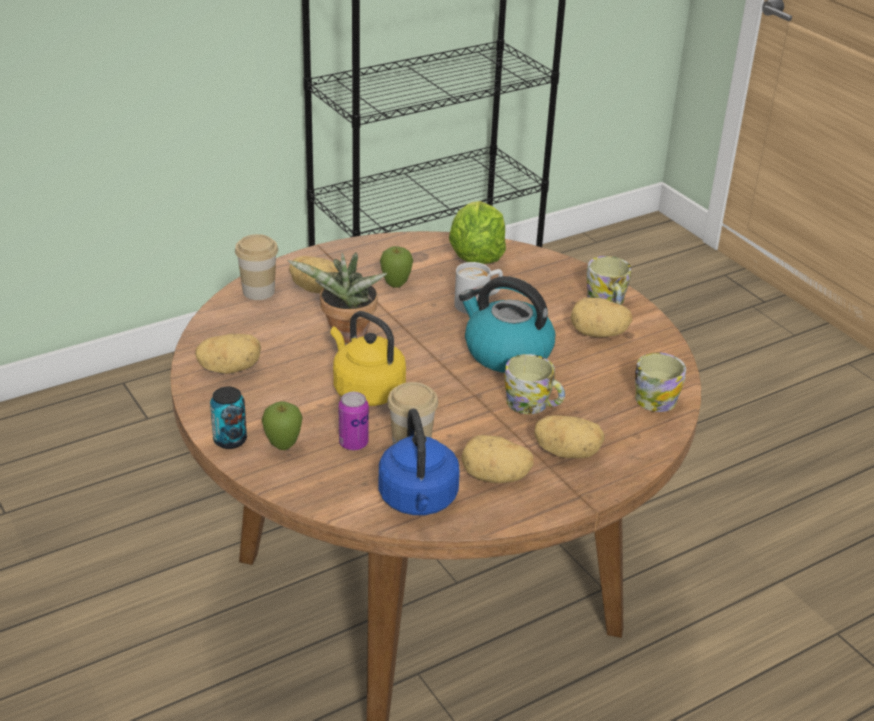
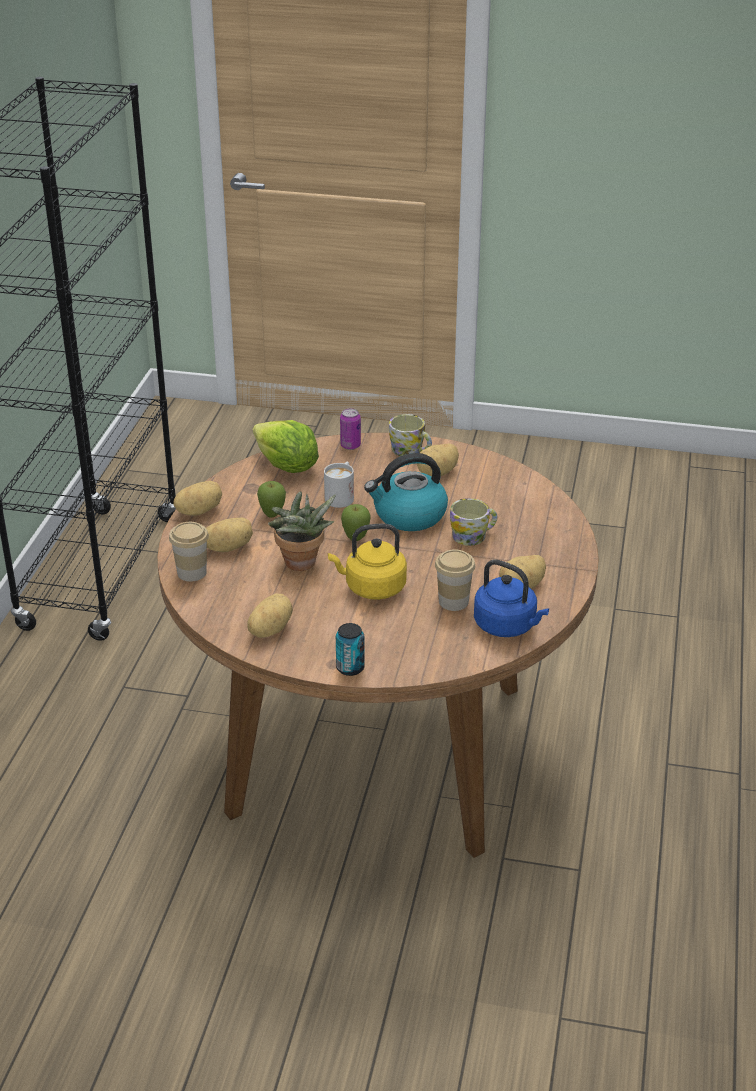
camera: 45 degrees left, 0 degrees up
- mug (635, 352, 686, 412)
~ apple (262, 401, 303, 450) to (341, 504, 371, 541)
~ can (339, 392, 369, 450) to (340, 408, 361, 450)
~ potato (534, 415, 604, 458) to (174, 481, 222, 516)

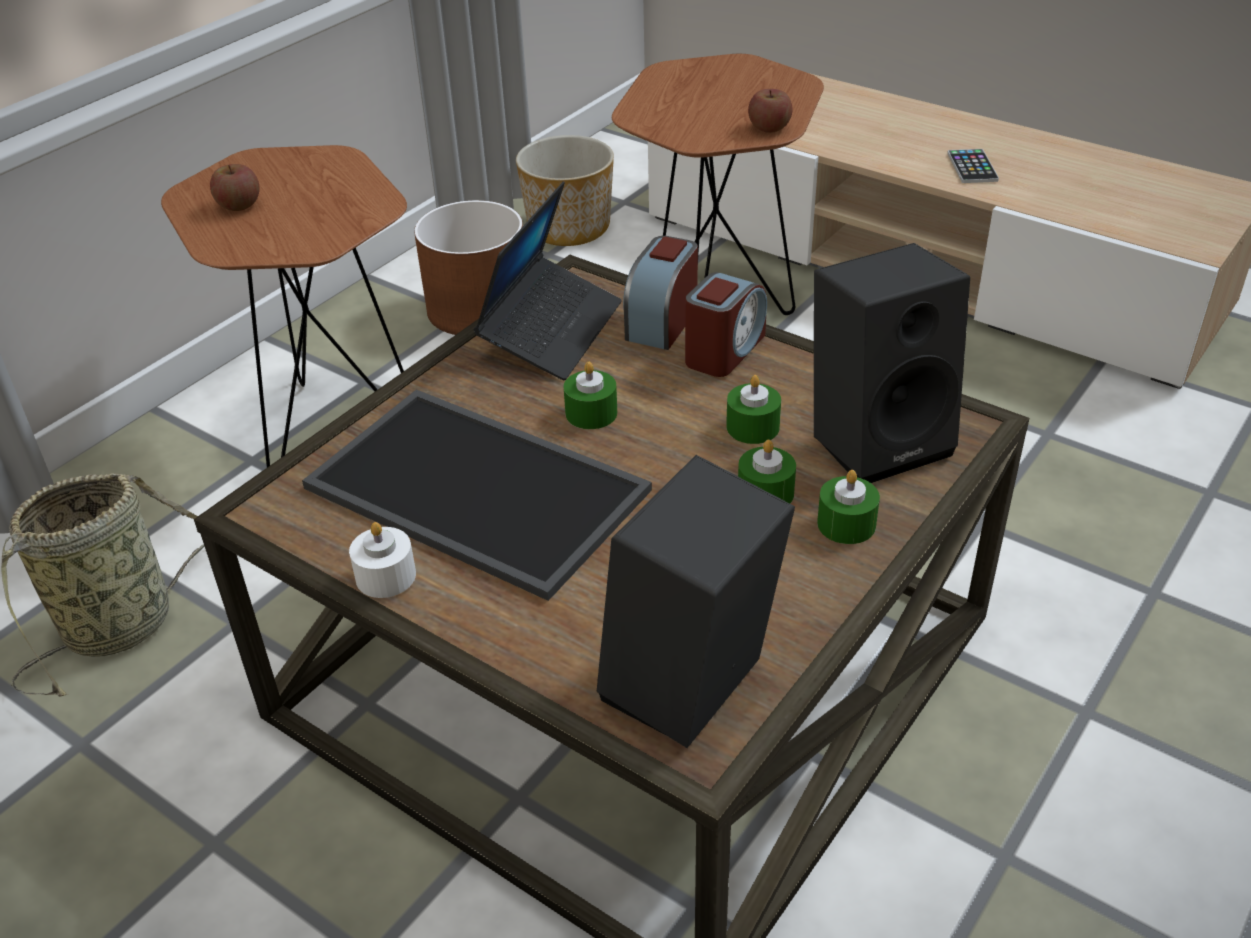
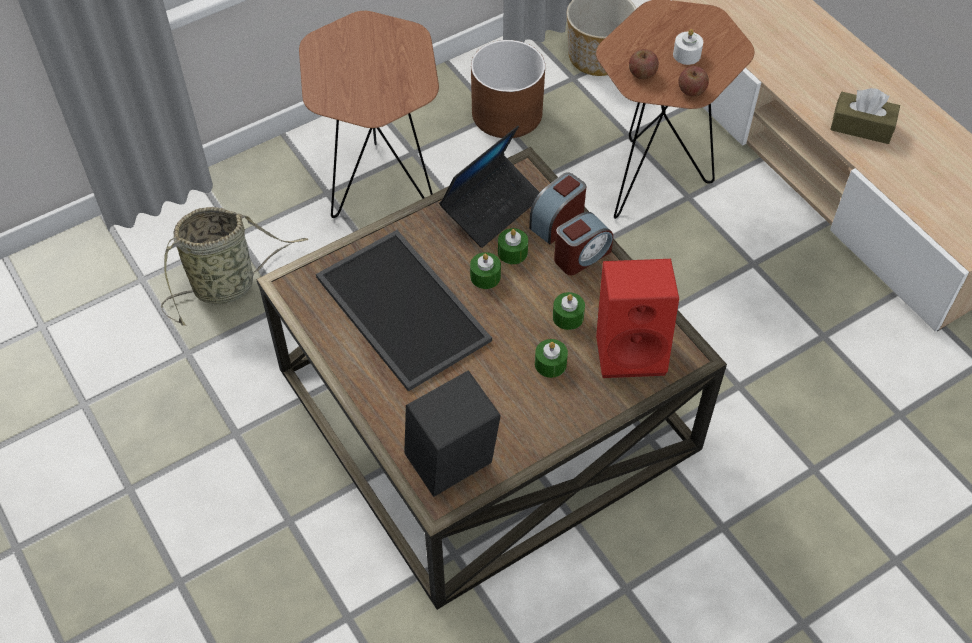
camera: 20 degrees right, 15 degrees up
~ apple (210, 164, 260, 211) to (629, 49, 659, 79)
~ white candle (349, 522, 416, 598) to (673, 29, 703, 65)
~ green candle (817, 470, 880, 544) to (498, 228, 528, 264)
~ phone (947, 149, 999, 183) to brown tissue box (830, 88, 900, 144)
~ black speaker (814, 243, 970, 483) to red speaker (596, 259, 679, 378)

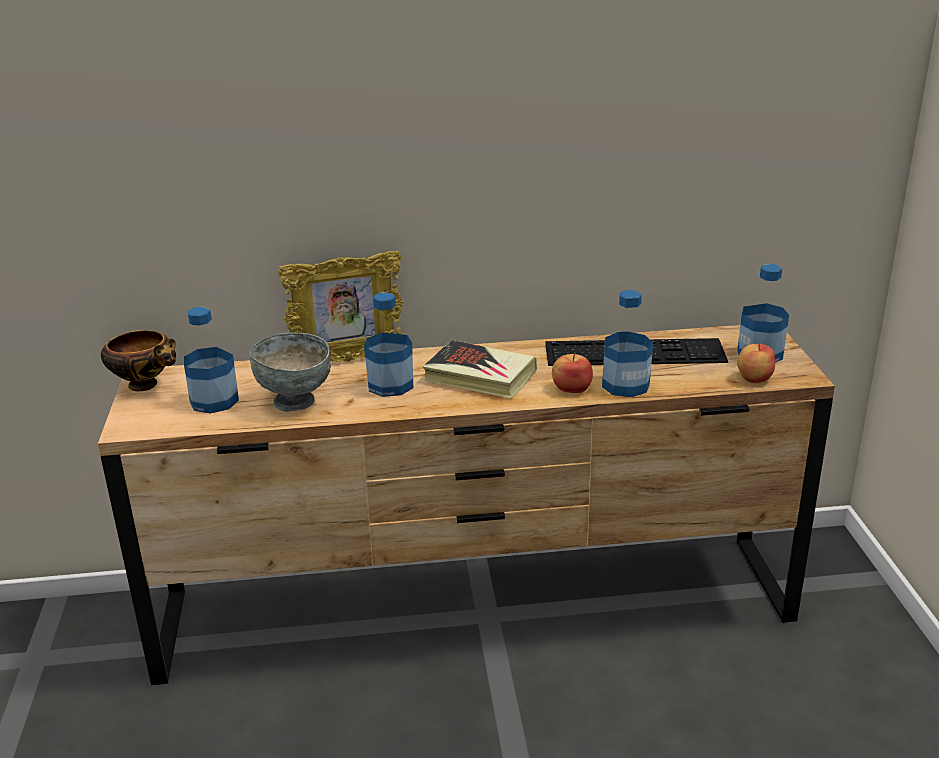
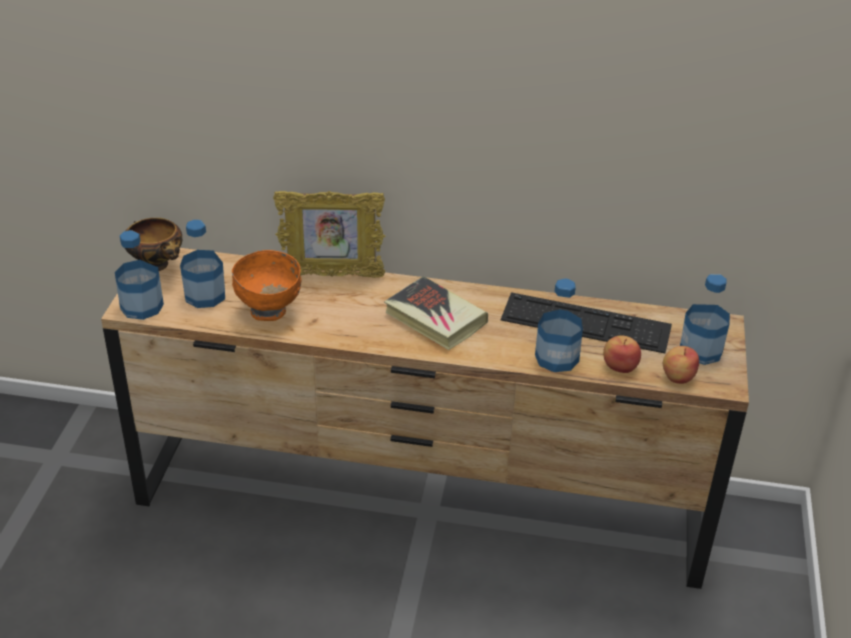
camera: 15 degrees right, 10 degrees up
~ bottle (364, 292, 413, 397) to (115, 230, 164, 320)
~ apple (552, 354, 593, 393) to (603, 335, 641, 373)
~ grey bowl (250, 332, 331, 412) to orange bowl (232, 250, 302, 321)

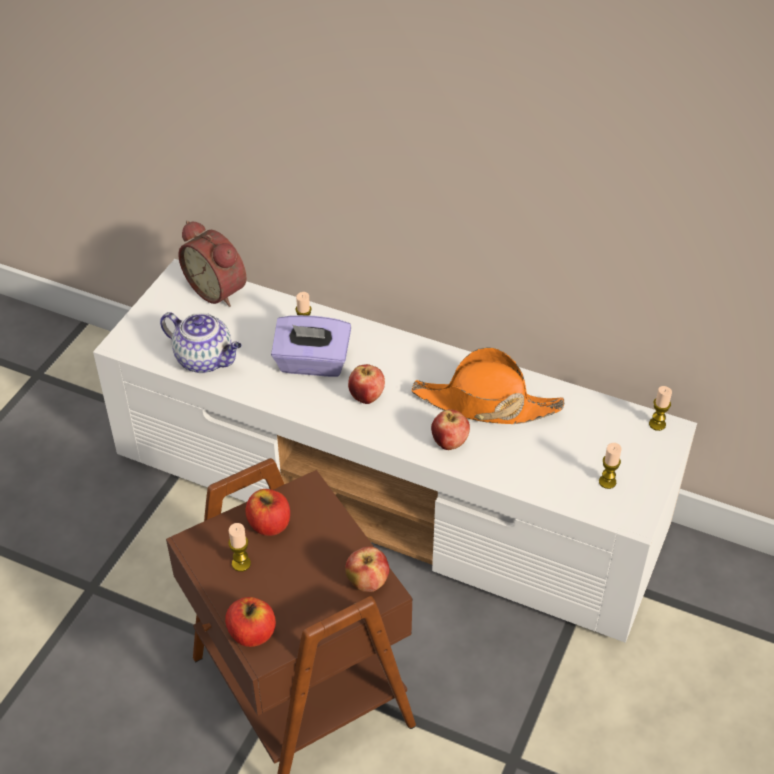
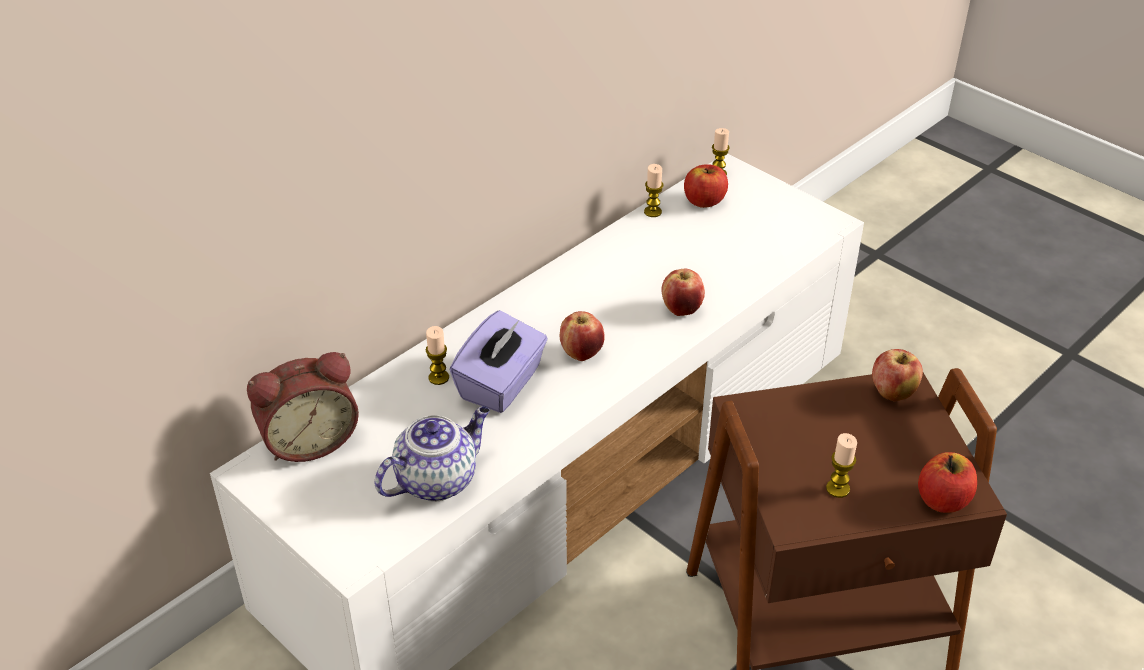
camera: 70 degrees left, 5 degrees down
- orange hat (412, 347, 564, 424)
~ apple (245, 489, 290, 536) to (684, 165, 728, 208)
~ candle (599, 443, 621, 489) to (644, 164, 663, 217)

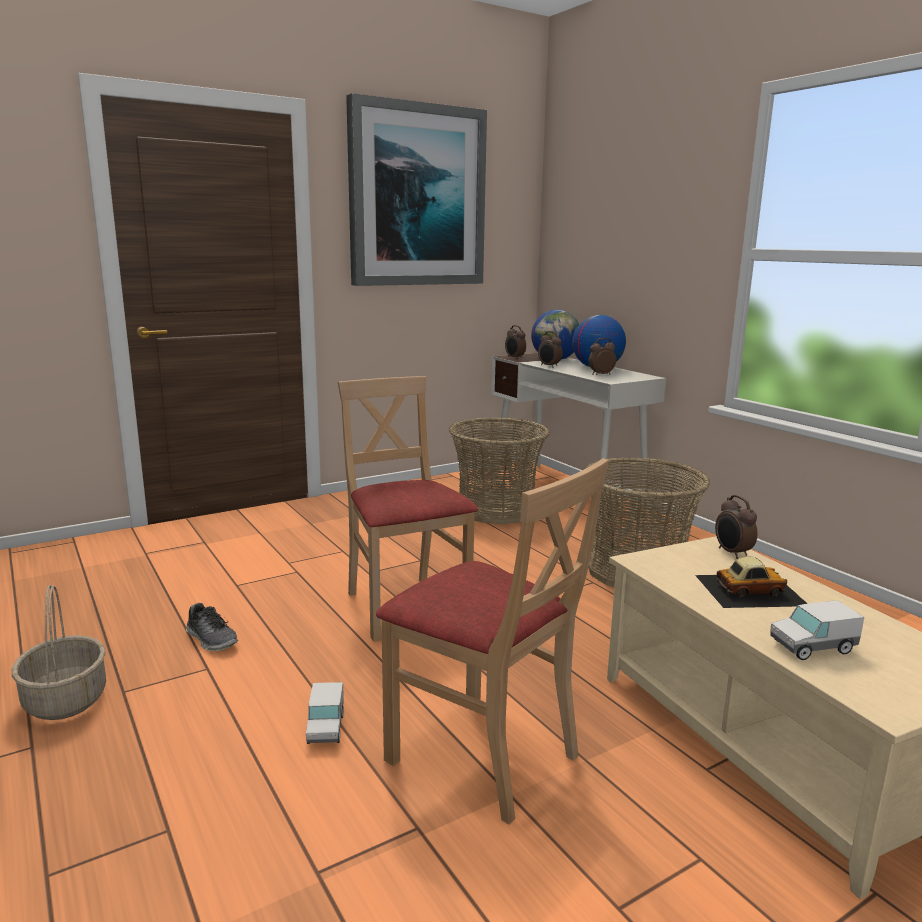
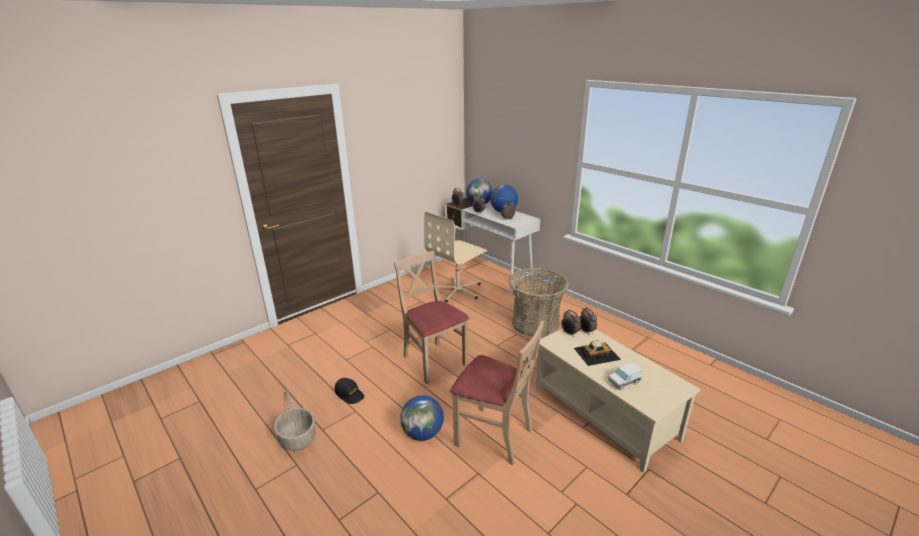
camera: 10 degrees left, 10 degrees up
- picture (346, 93, 487, 286)
+ alarm clock (561, 310, 581, 337)
~ shoe (186, 603, 238, 651) to black cap (335, 378, 364, 404)
~ toy truck (306, 682, 344, 744) to globe (400, 395, 444, 441)
~ basket (449, 417, 550, 524) to beige office chair (424, 212, 487, 302)

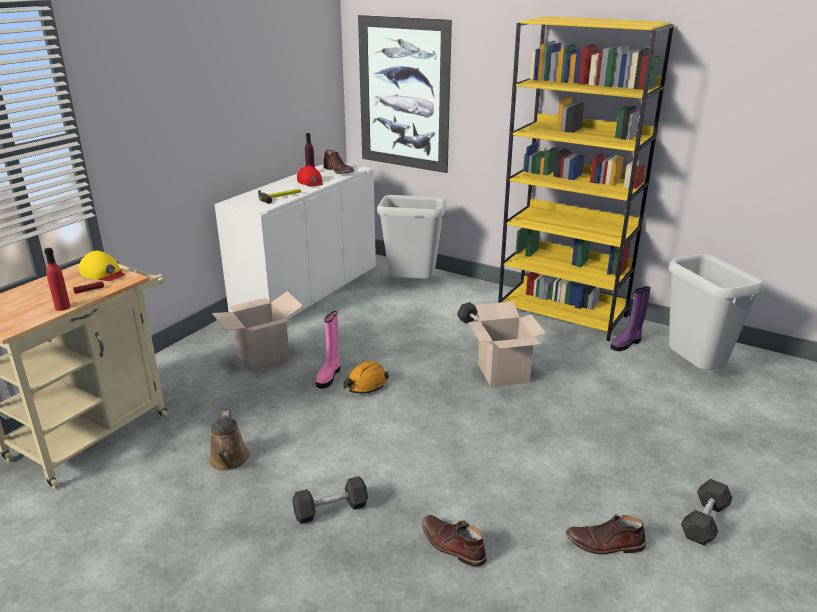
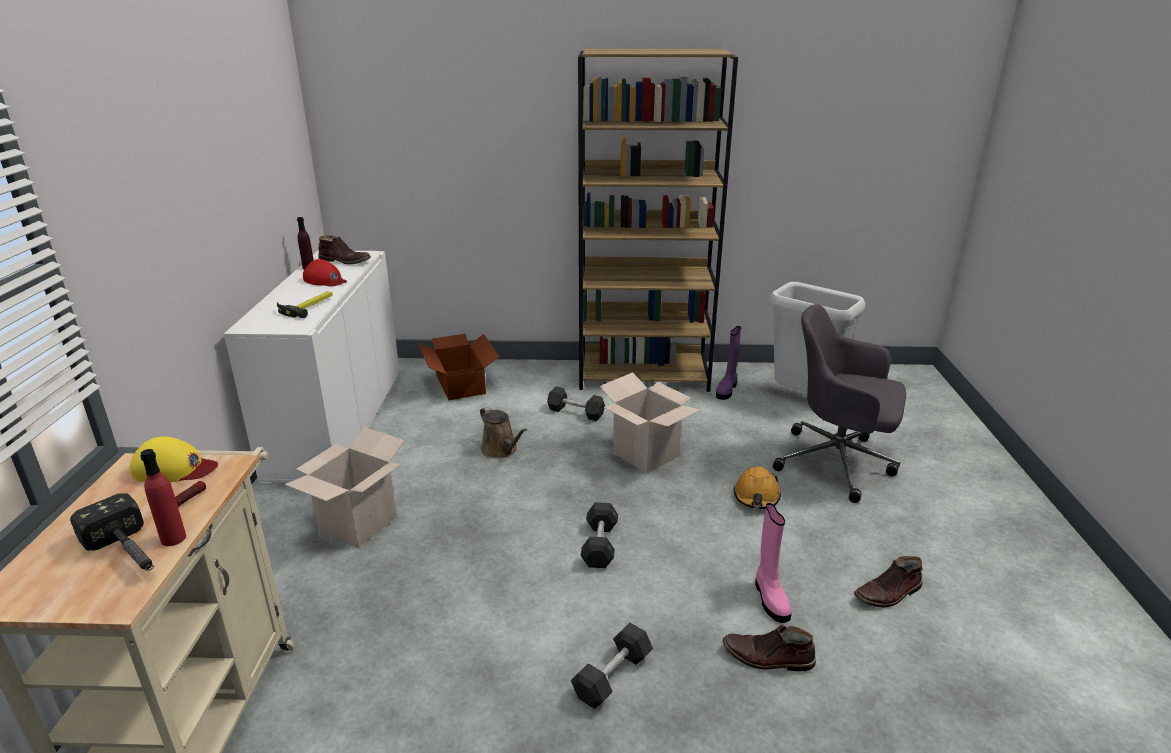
camera: 30 degrees left, 0 degrees up
- picture (358, 15, 452, 173)
+ hammer (70, 493, 154, 571)
+ grey office chair (773, 304, 906, 503)
~ brown watering can (209, 411, 249, 470) to (480, 406, 527, 458)
~ pink boot (316, 311, 340, 389) to (755, 503, 792, 623)
~ orange hard hat (343, 361, 389, 394) to (733, 466, 781, 509)
~ grey dumbbell (681, 479, 733, 546) to (580, 502, 618, 568)
~ grey trash can (377, 195, 447, 279) to cardboard box (418, 334, 499, 400)
~ yellow bookcase (498, 16, 674, 341) to brown bookcase (578, 49, 738, 392)

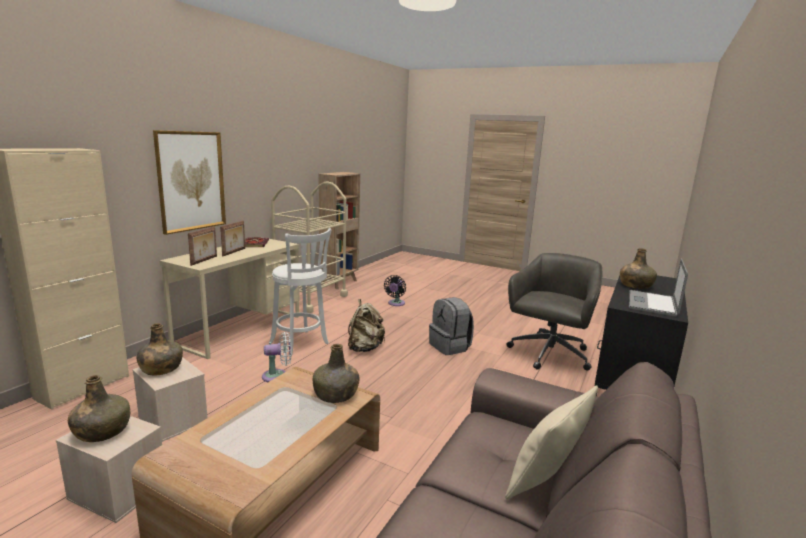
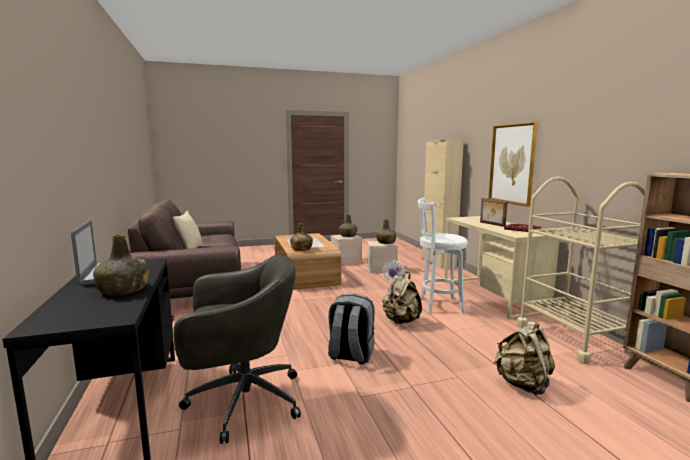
camera: 135 degrees right, 5 degrees down
- picture frame (188, 226, 217, 266)
~ black fan (384, 275, 406, 306) to beige backpack (494, 321, 555, 396)
~ grey office chair (506, 253, 603, 371) = (174, 255, 301, 444) 90 degrees counterclockwise

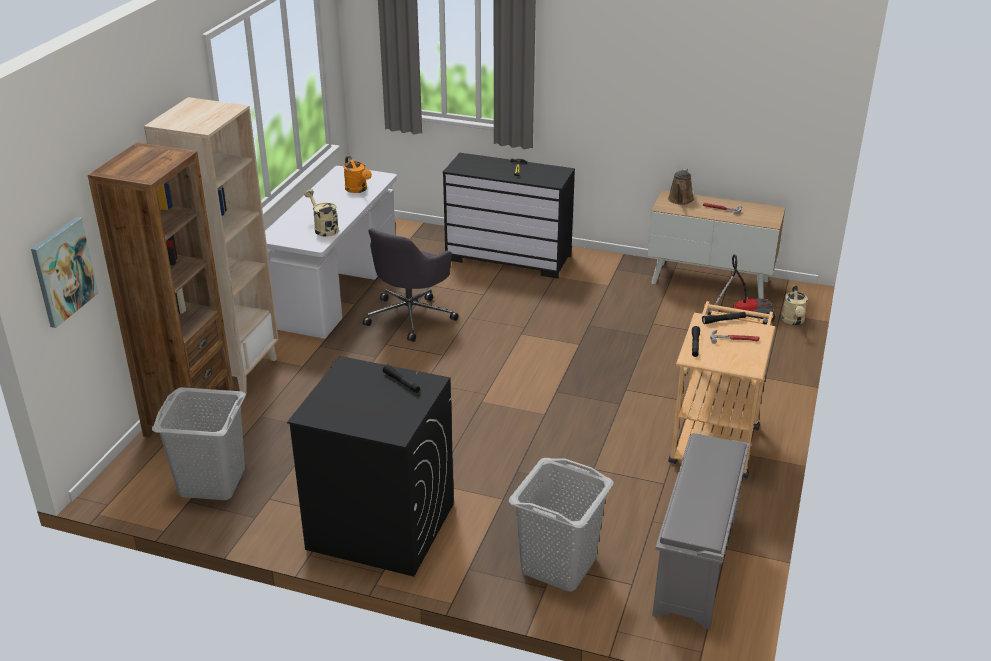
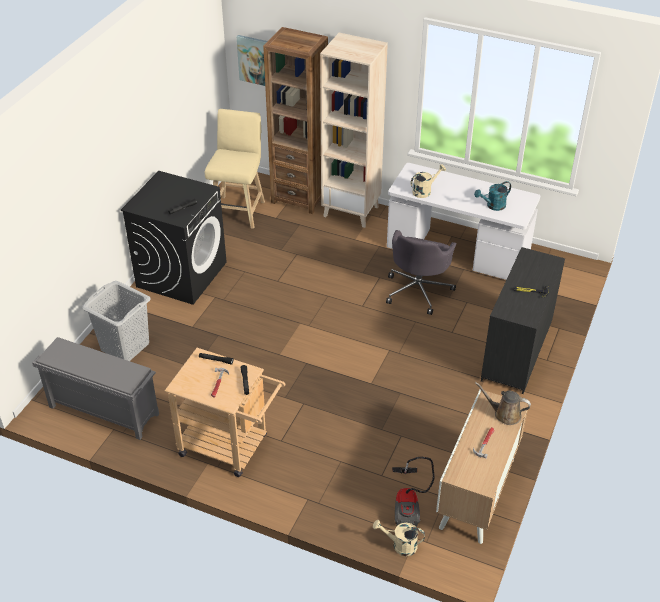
camera: 95 degrees right, 10 degrees up
~ grey laundry basket (152, 387, 246, 500) to beige stool (205, 109, 265, 229)
~ orange watering can (343, 156, 372, 193) to turquoise watering can (474, 181, 511, 211)
~ grey office chair (363, 228, 459, 342) = (386, 230, 457, 315) 105 degrees counterclockwise

